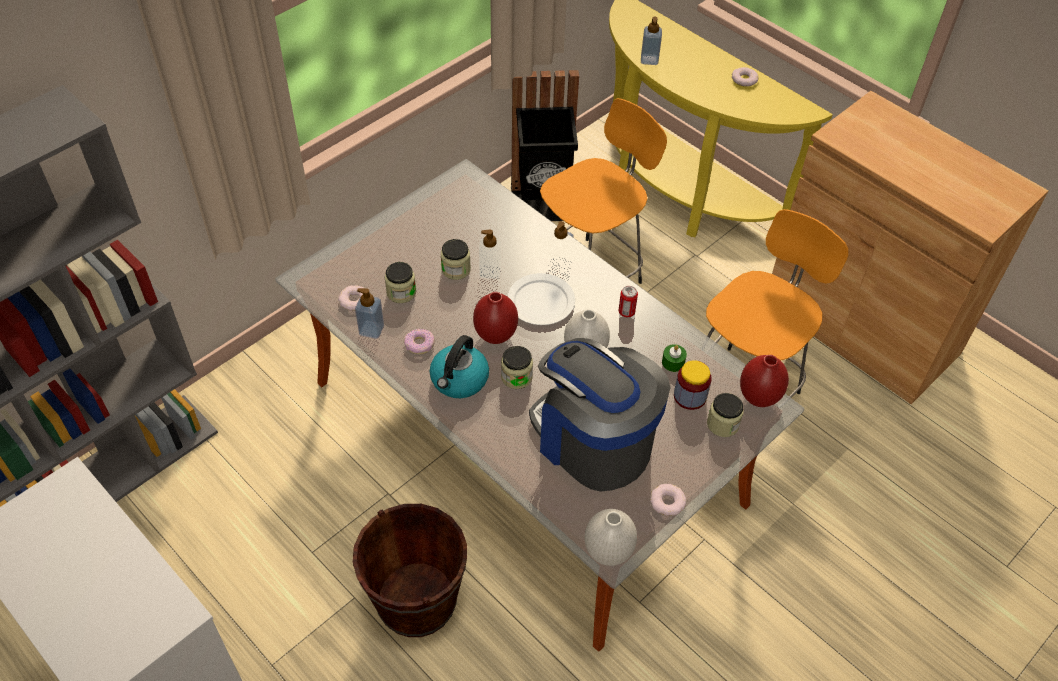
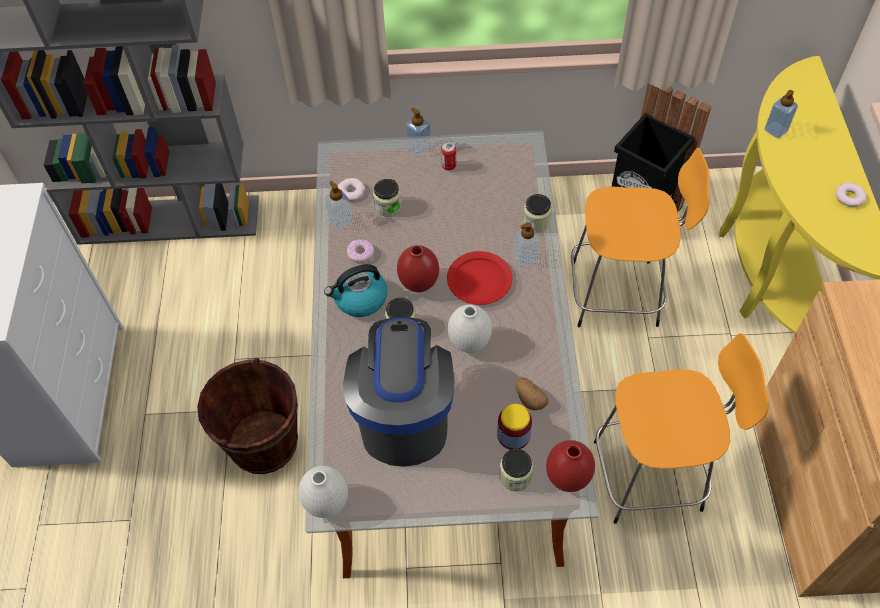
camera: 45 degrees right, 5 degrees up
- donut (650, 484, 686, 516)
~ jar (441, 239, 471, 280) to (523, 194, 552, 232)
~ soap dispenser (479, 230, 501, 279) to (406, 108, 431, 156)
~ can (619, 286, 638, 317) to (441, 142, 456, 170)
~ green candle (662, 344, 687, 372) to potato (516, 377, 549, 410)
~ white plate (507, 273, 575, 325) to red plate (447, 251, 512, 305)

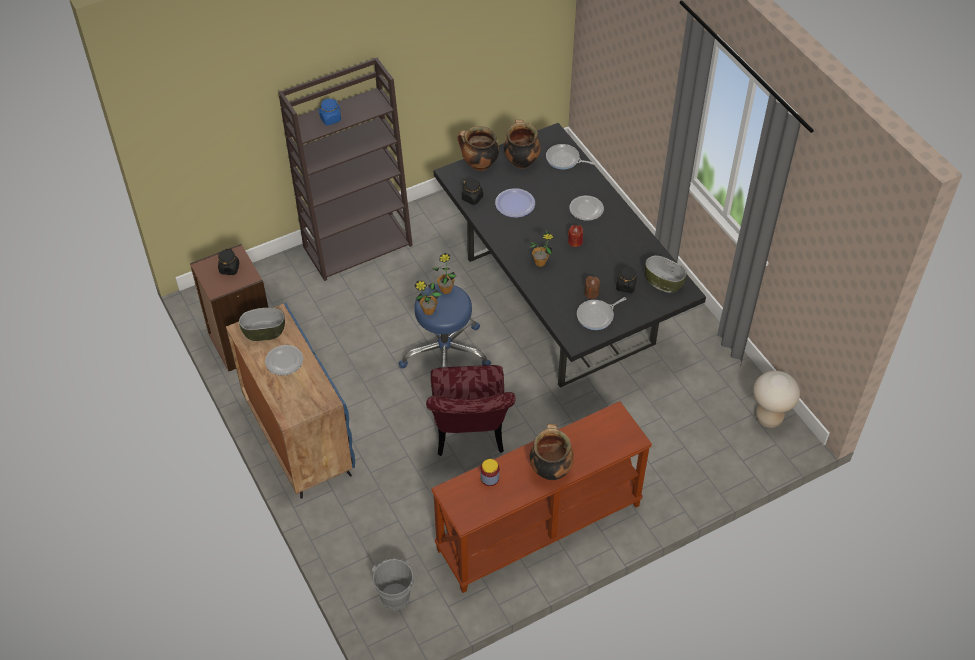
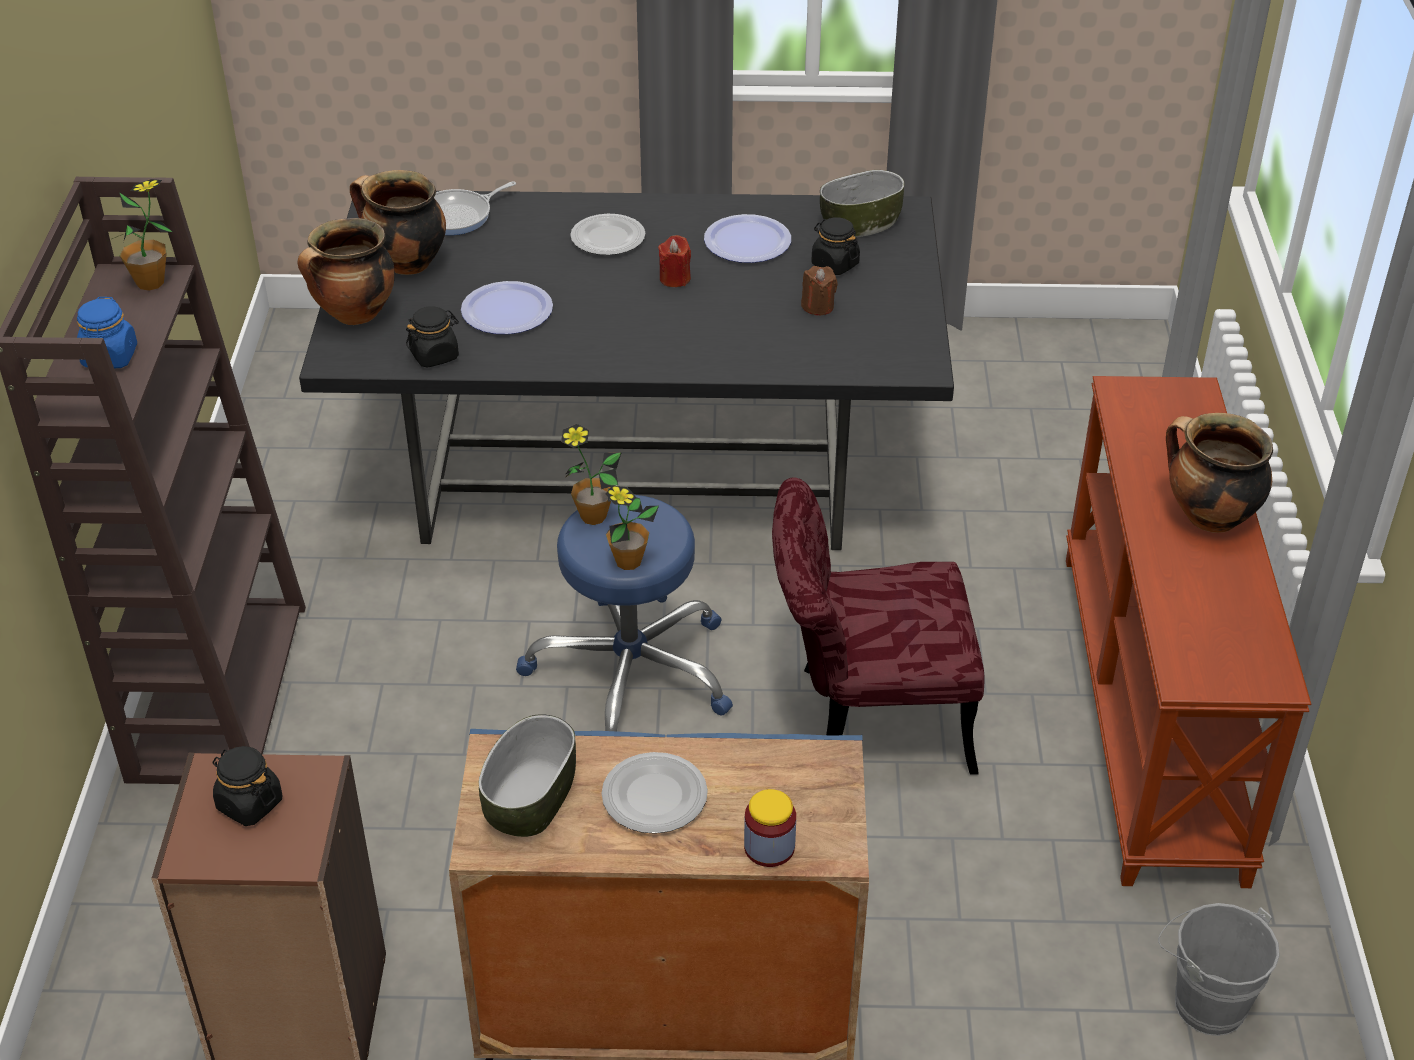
camera: 60 degrees left, 10 degrees down
- frying pan (577, 297, 626, 330)
- beige stool (753, 371, 800, 428)
+ plate (704, 214, 791, 263)
~ jar (480, 459, 500, 486) to (744, 789, 796, 867)
~ potted plant (529, 231, 554, 267) to (107, 179, 173, 291)
~ red chair (426, 365, 516, 456) = (772, 477, 985, 775) 150 degrees clockwise

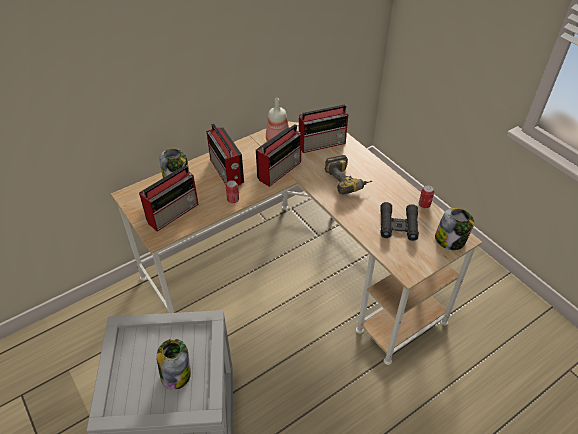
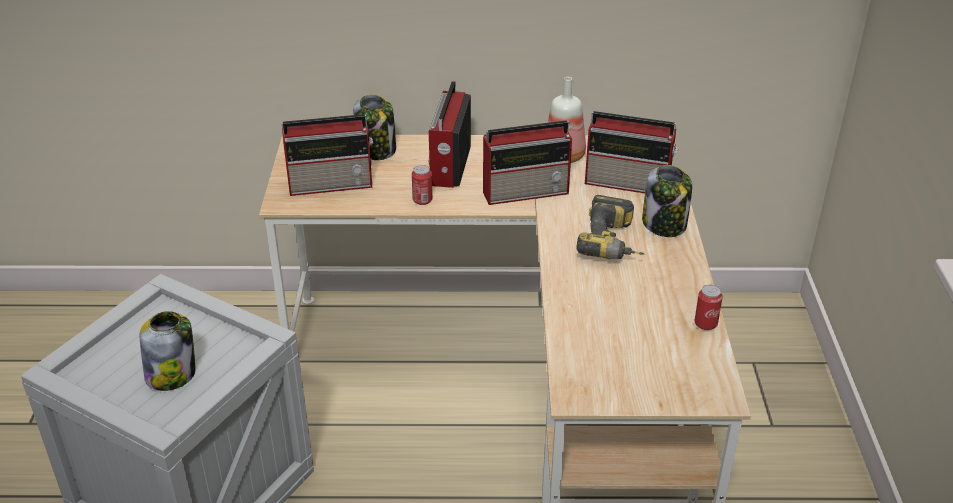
camera: 35 degrees right, 10 degrees down
- black binoculars (380, 202, 419, 241)
~ jar (435, 208, 474, 250) to (642, 165, 692, 237)

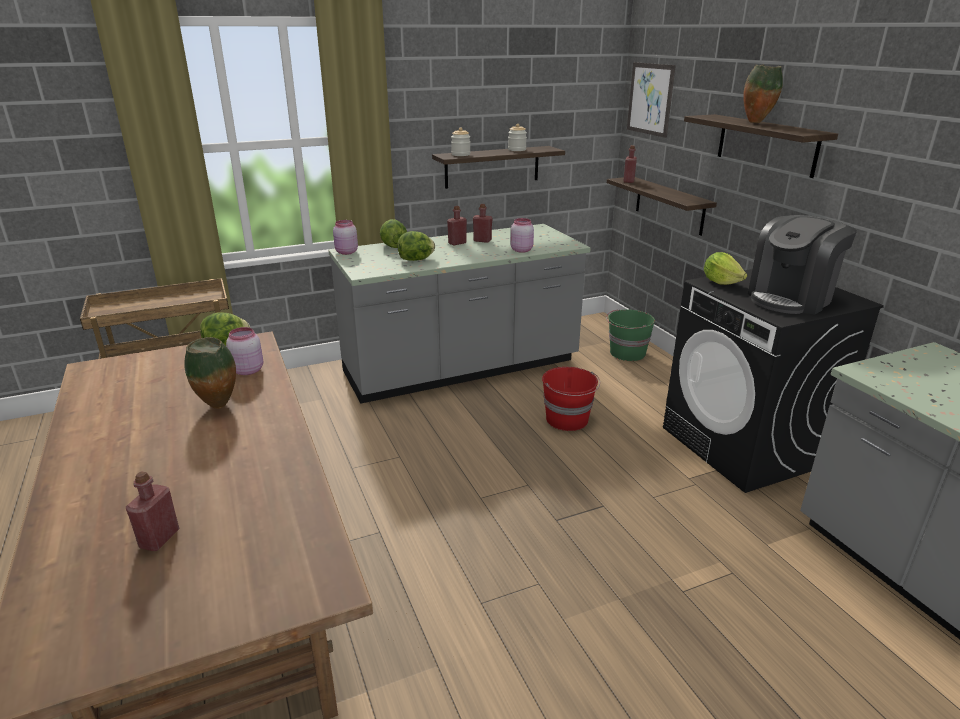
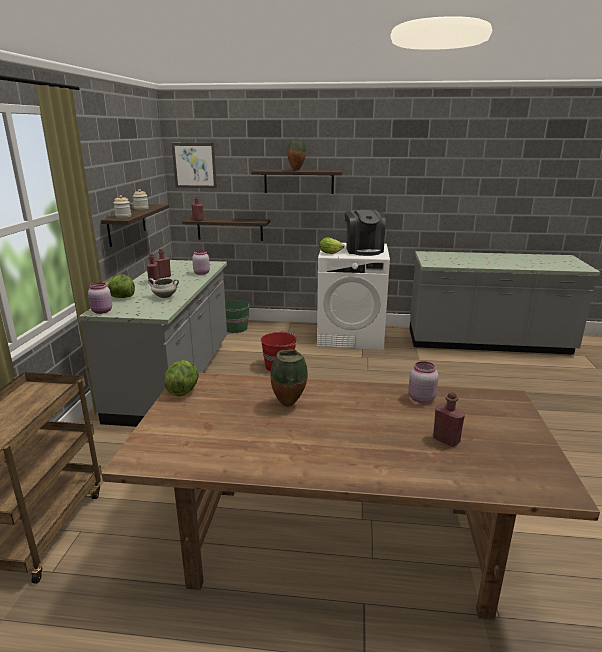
camera: 60 degrees left, 5 degrees down
~ pink jar (226, 327, 263, 375) to (408, 361, 439, 403)
~ lettuce (397, 231, 435, 261) to white cooking pot (148, 278, 179, 298)
~ black washing machine (663, 269, 884, 493) to white washing machine (317, 243, 390, 350)

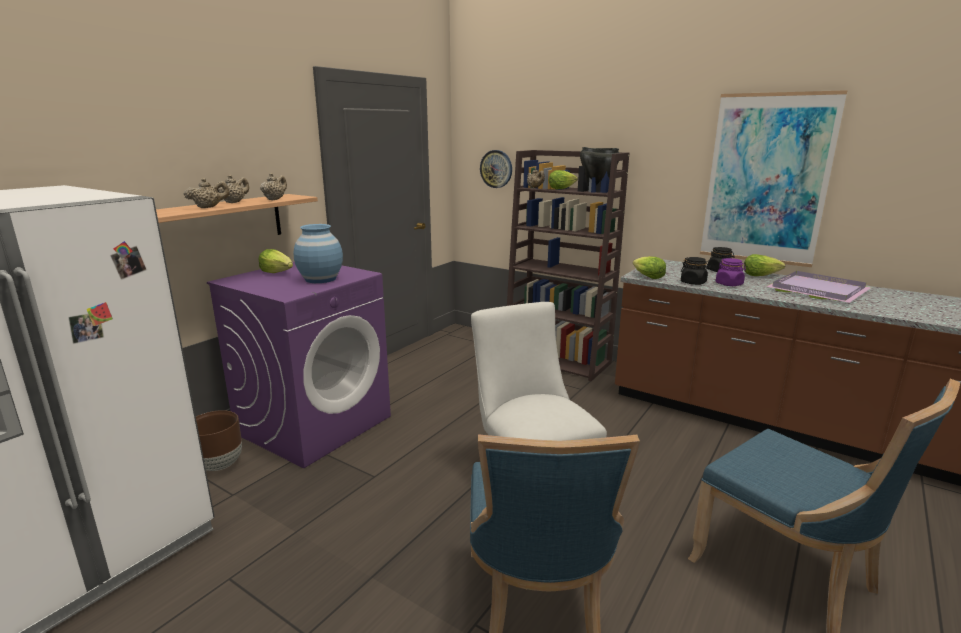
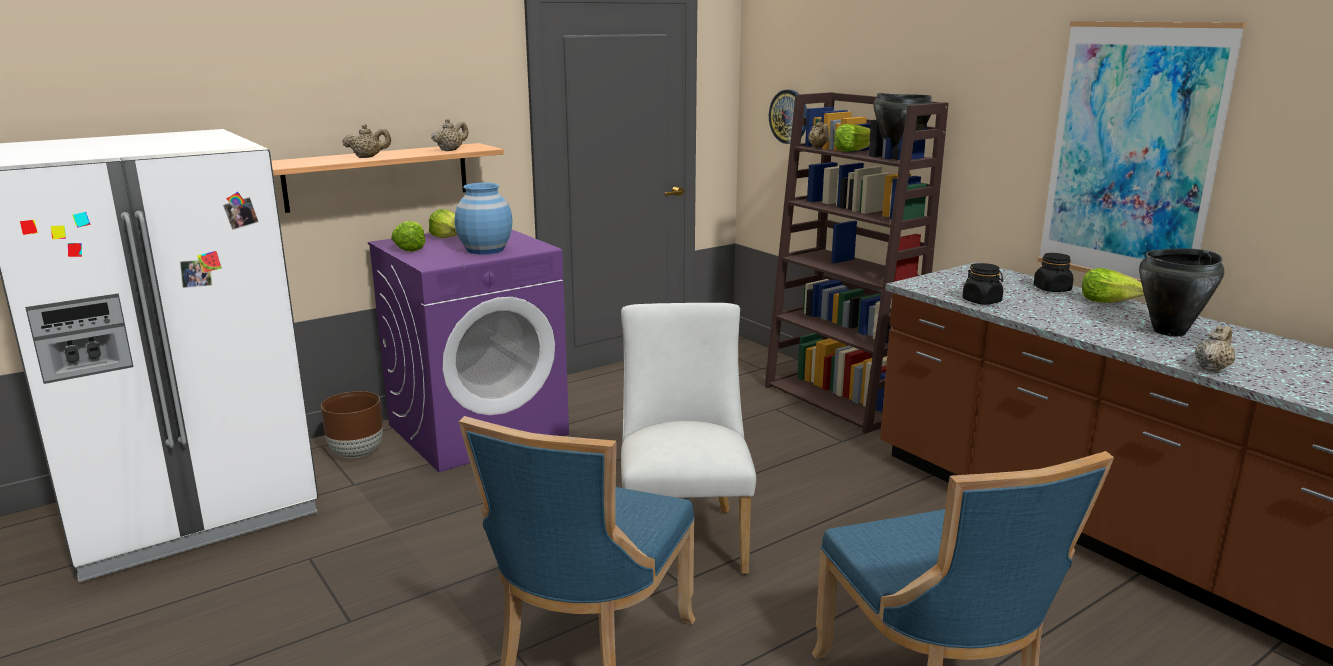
camera: 20 degrees right, 0 degrees up
- purple jar (716, 258, 746, 286)
~ beige teapot (218, 175, 249, 203) to (1195, 326, 1235, 372)
~ lettuce (633, 256, 666, 279) to (391, 221, 426, 252)
~ purple tray (766, 271, 872, 303) to black cooking pot (1139, 248, 1224, 336)

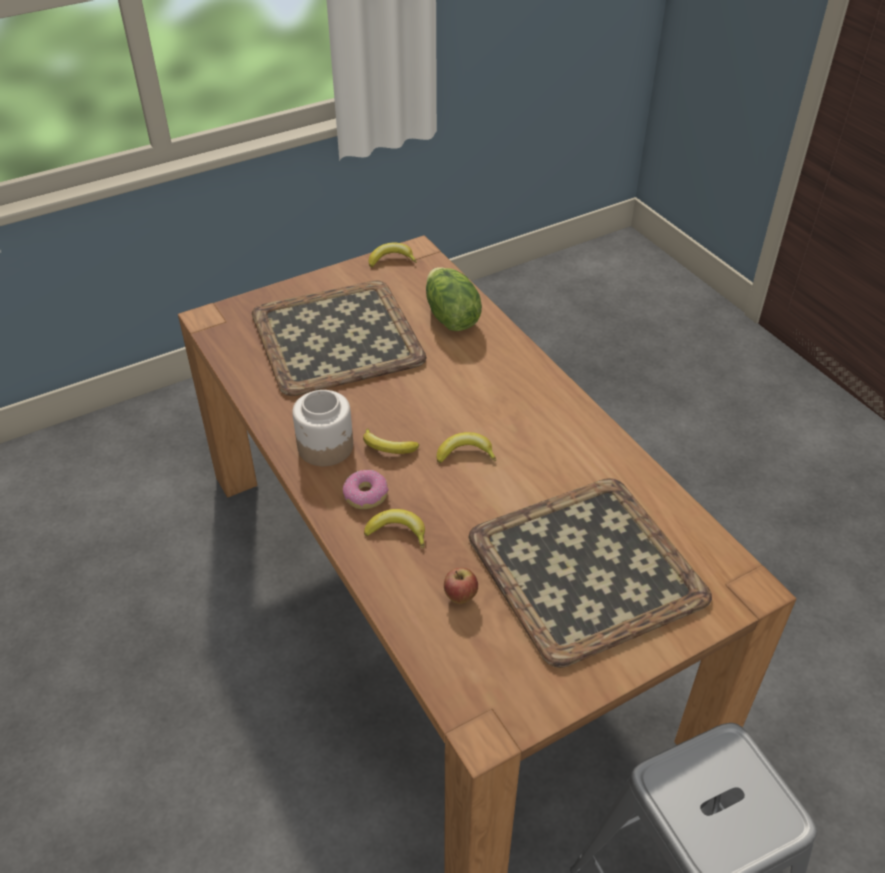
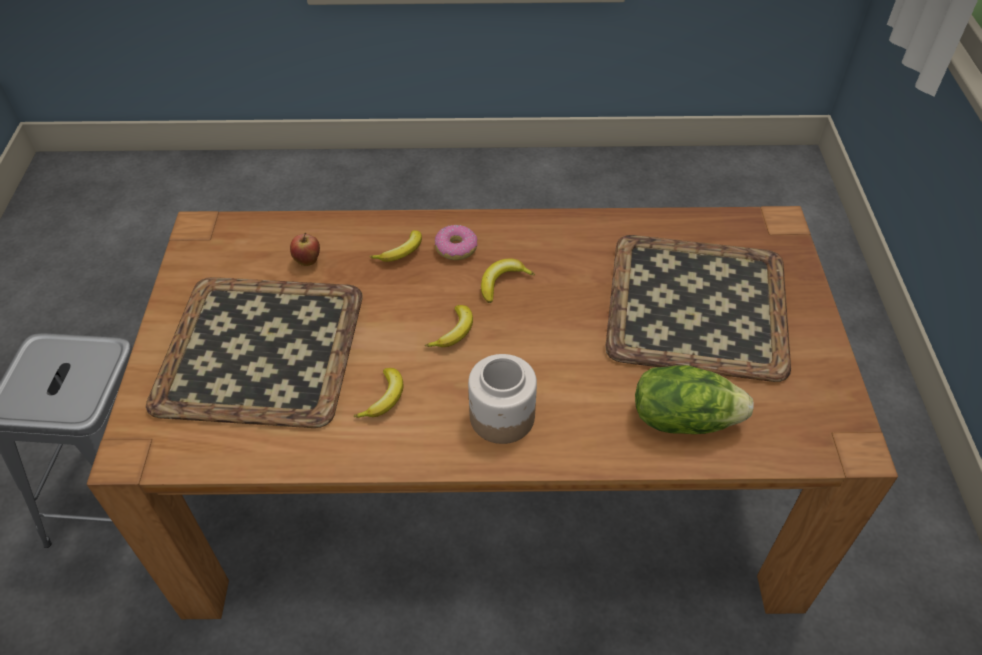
camera: 120 degrees right, 5 degrees up
~ jar (292, 390, 353, 466) to (468, 354, 537, 444)
~ banana (369, 243, 417, 267) to (354, 368, 403, 418)

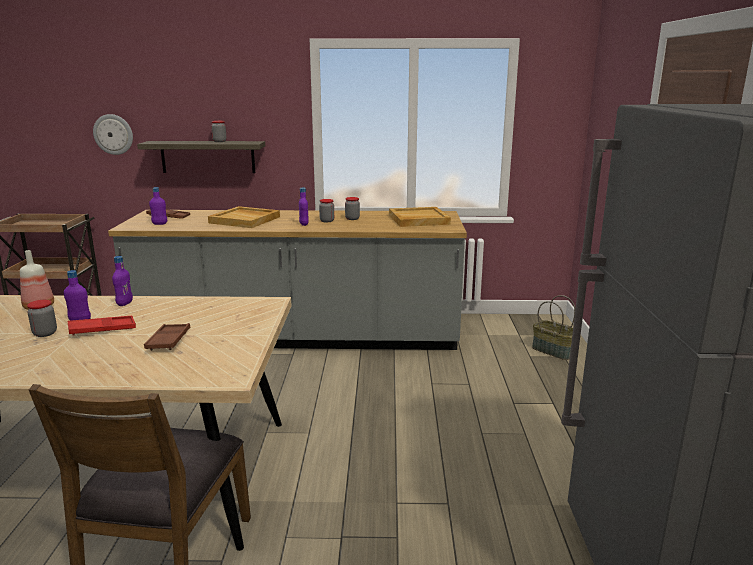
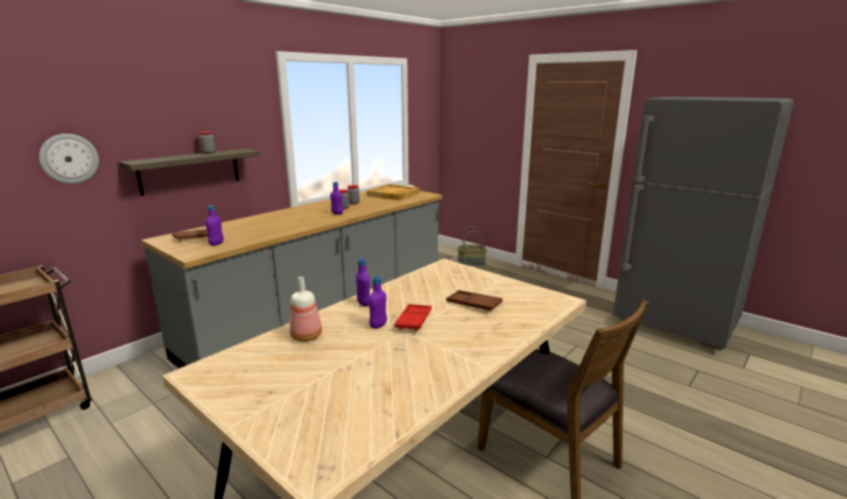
camera: 50 degrees left, 0 degrees up
- jar (27, 300, 57, 337)
- beige tray (208, 206, 280, 228)

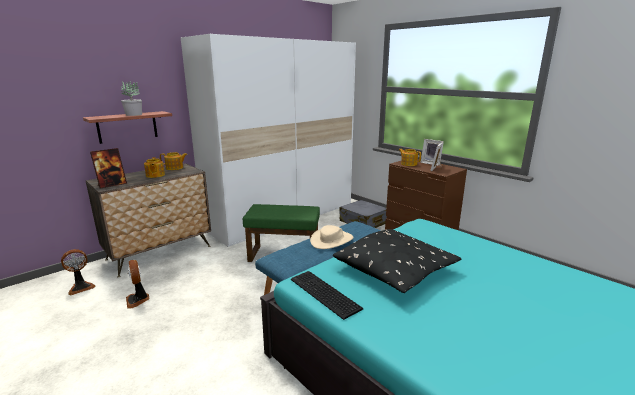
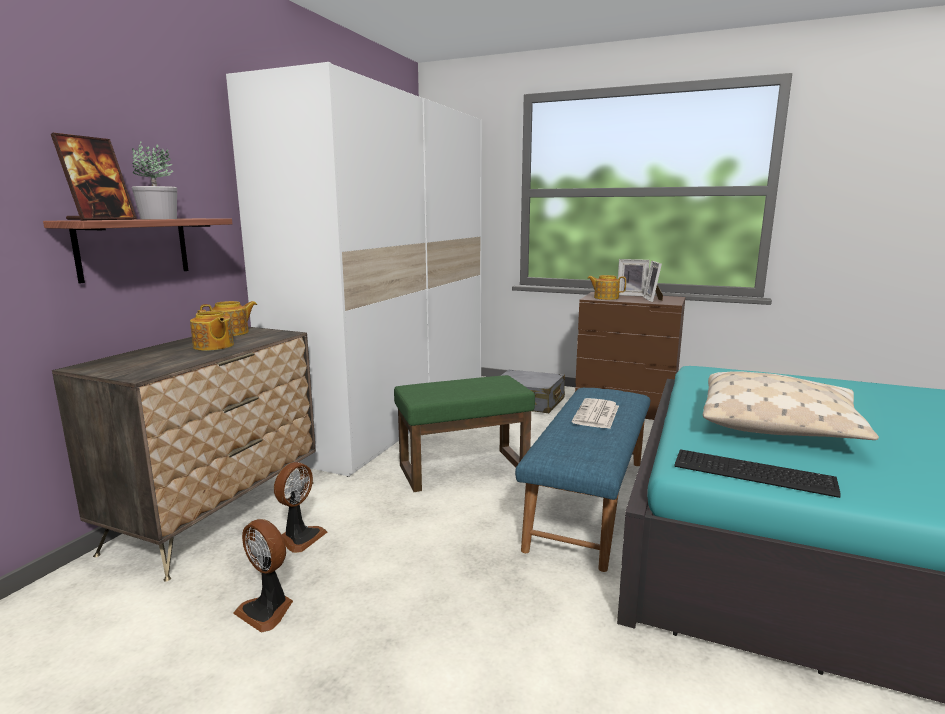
camera: 25 degrees left, 5 degrees down
~ fan (61, 249, 96, 295) to (274, 462, 327, 553)
~ picture frame (90, 148, 127, 188) to (51, 133, 137, 220)
~ beige hat (310, 225, 354, 249) to newspaper (572, 398, 619, 429)
~ black pillow (333, 229, 462, 293) to beige pillow (703, 371, 879, 440)

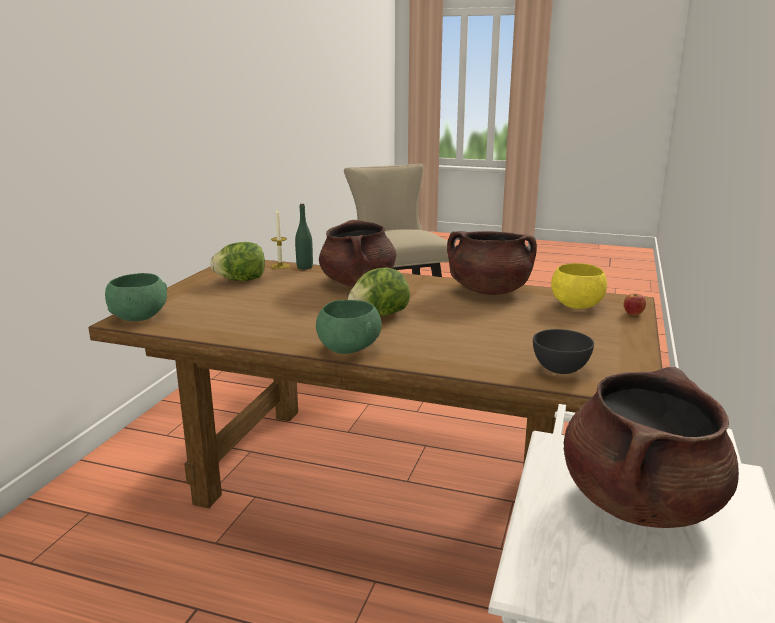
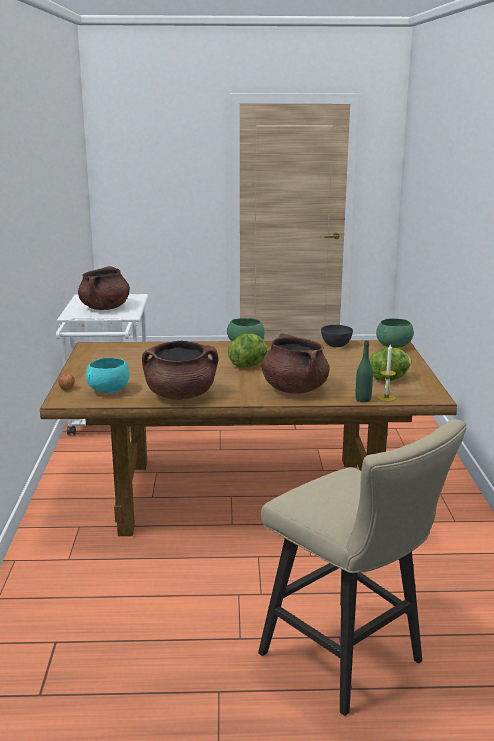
camera: 160 degrees right, 0 degrees up
~ grey bowl (533, 329, 594, 374) to (321, 325, 353, 347)
~ yellow bowl (551, 263, 607, 309) to turquoise bowl (86, 358, 130, 393)

